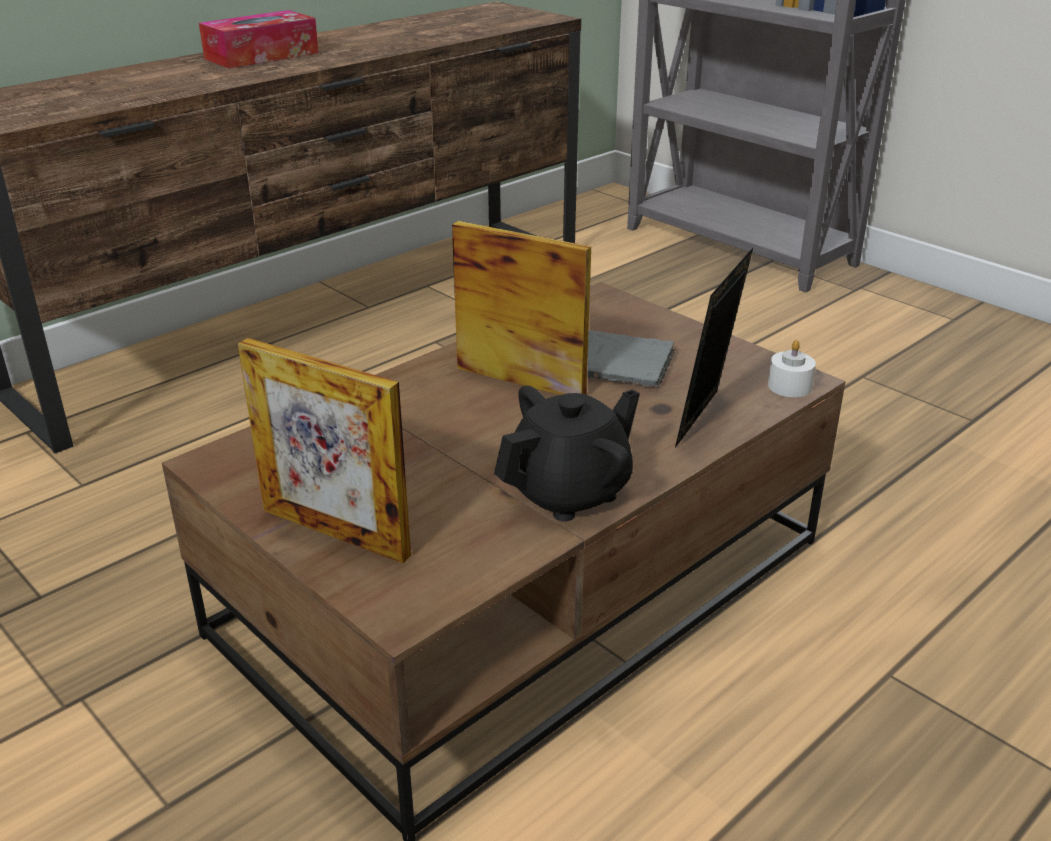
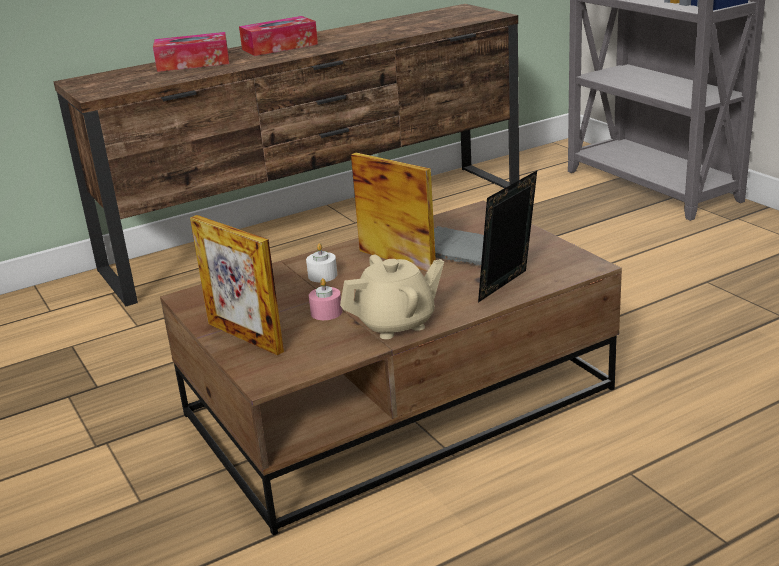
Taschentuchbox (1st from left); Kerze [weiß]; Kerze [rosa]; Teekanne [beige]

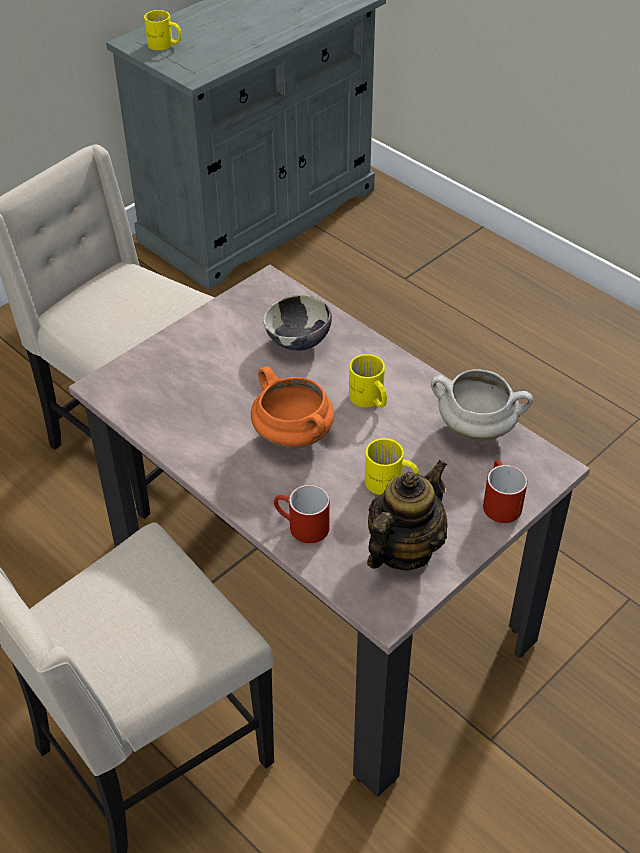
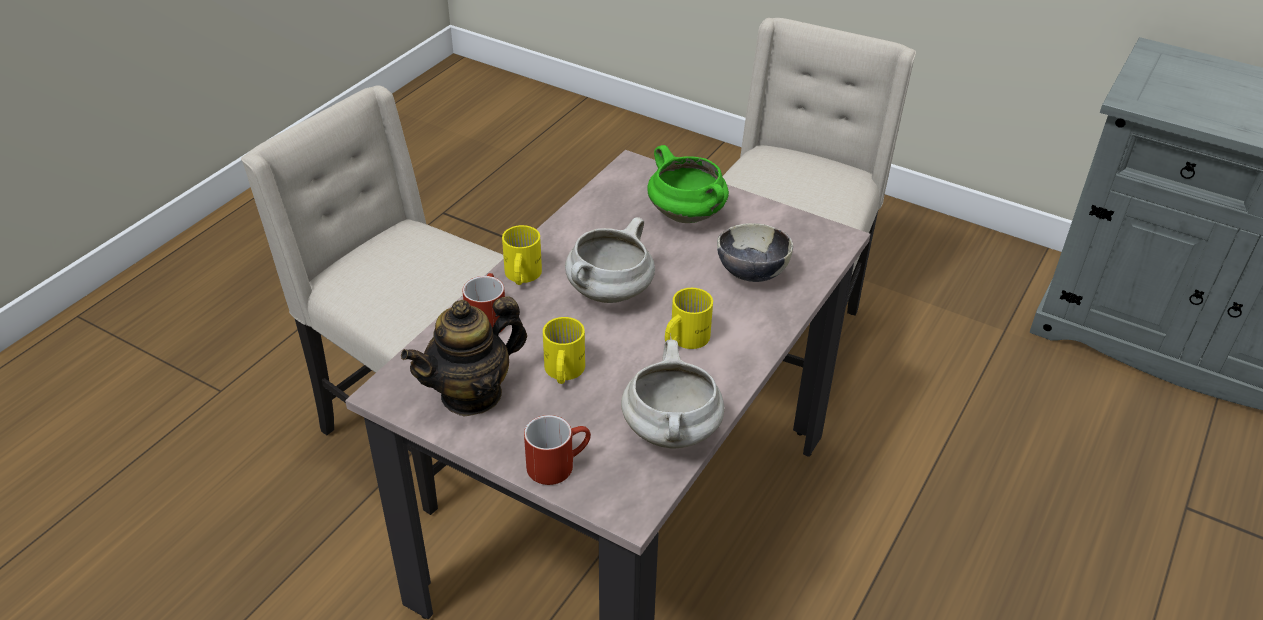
Teekanne; Henkelbecher [gelb] (1st from left); Kochtopf [weiß] (1st from left); Kochtopf [grün]

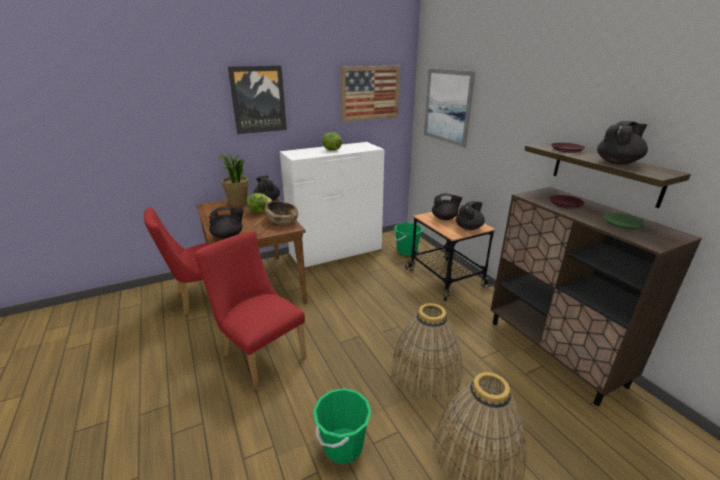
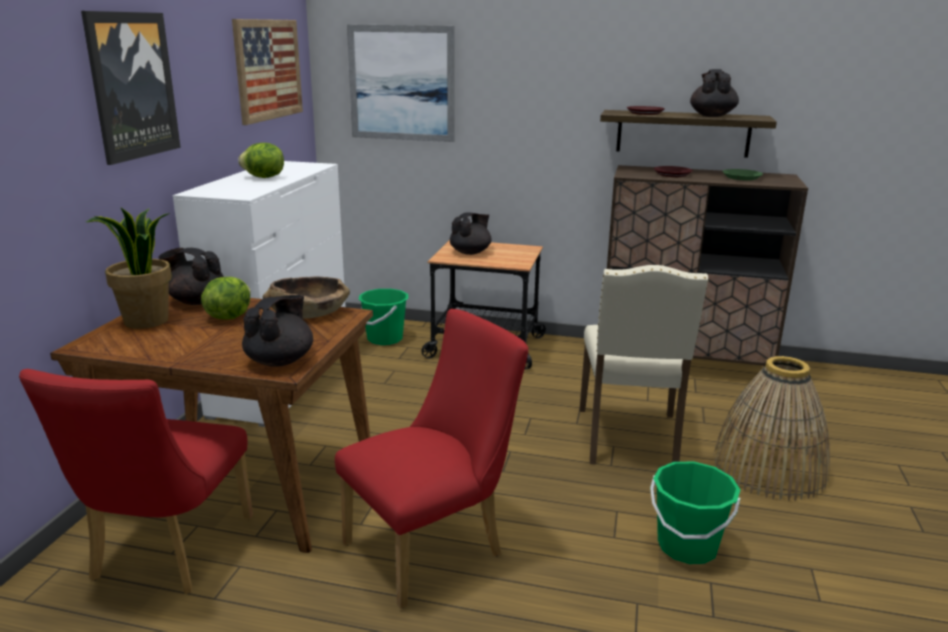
Stuhl [rot] (2nd from left); Stuhl [beige]; Teekanne [schwarz] (4th from left in the first image)

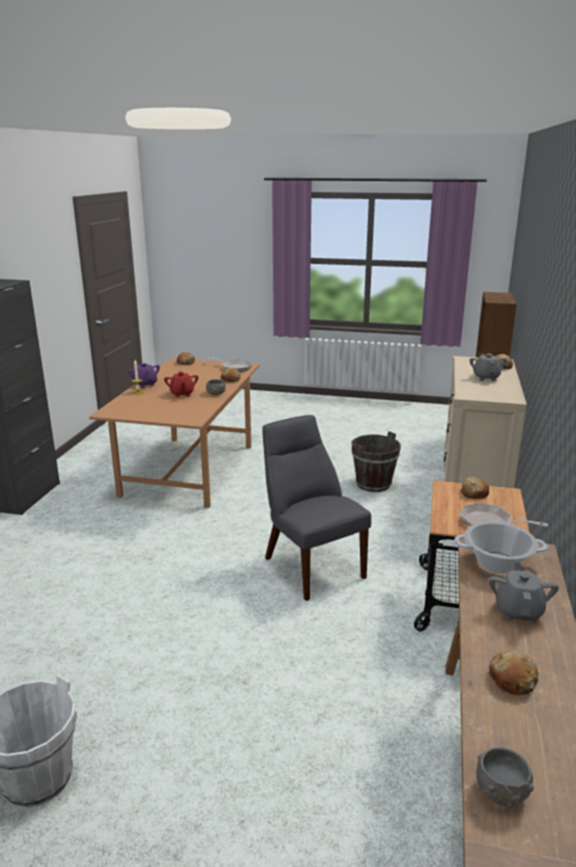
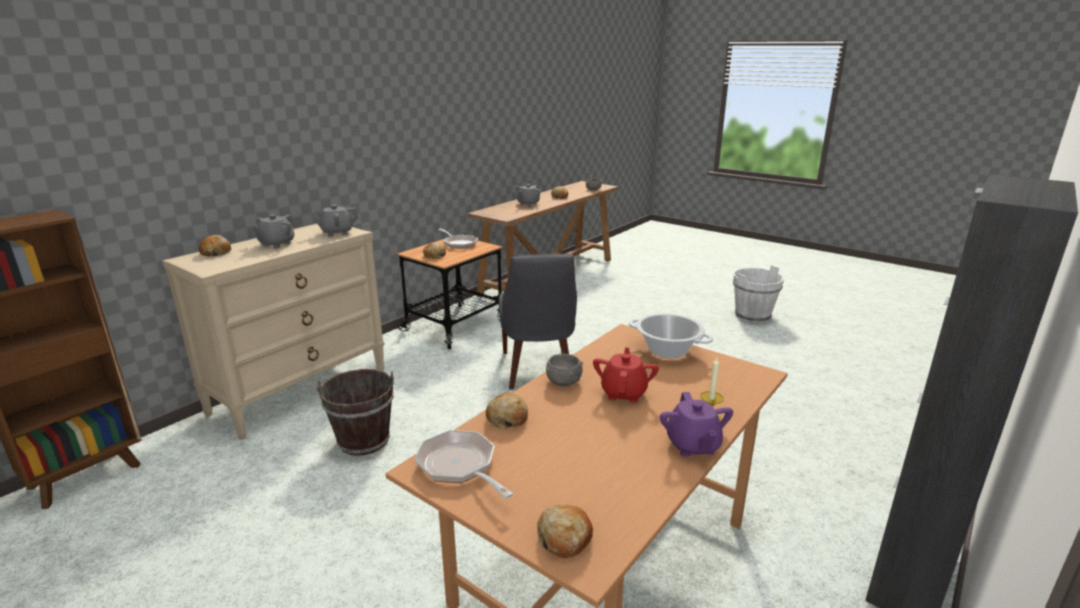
Teekanne [grau] (2nd from left); Kochtopf

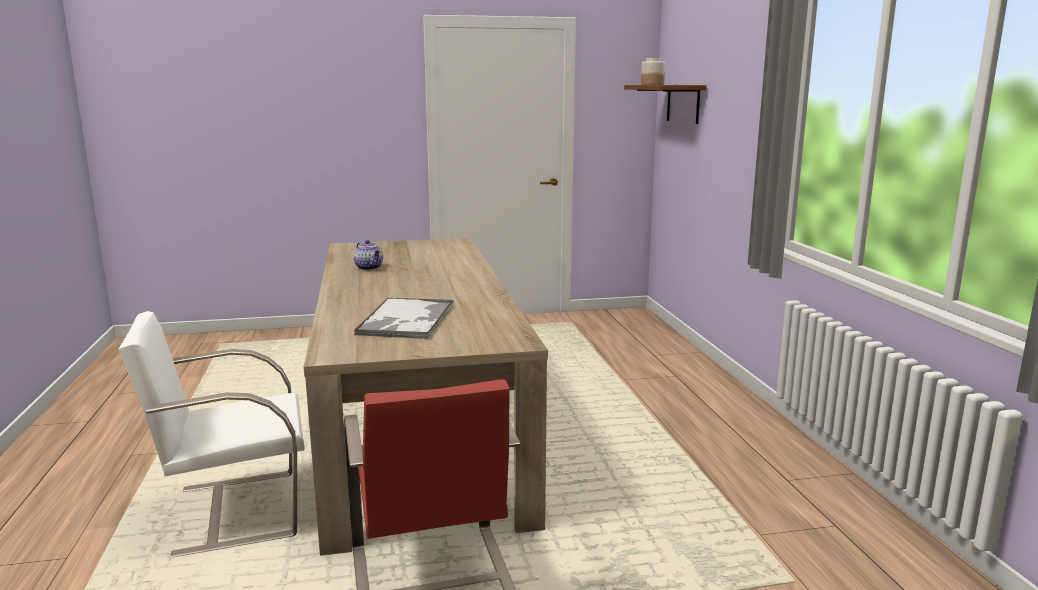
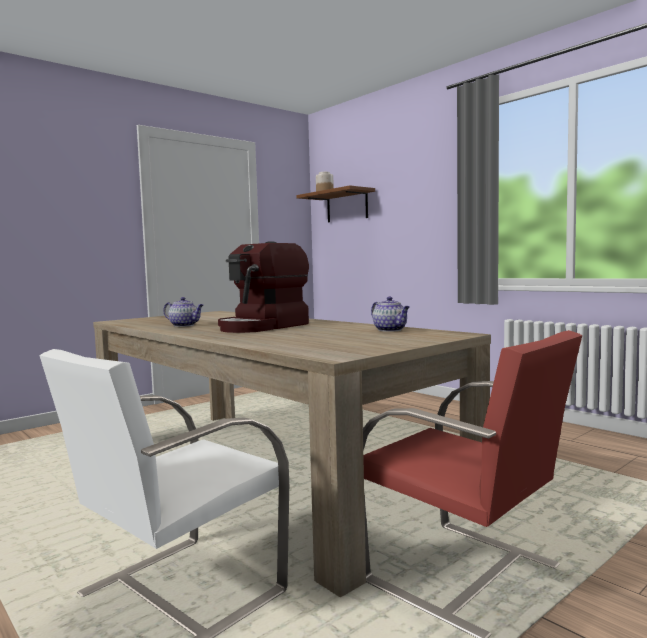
Kaffeemaschine; Teekanne (2nd from left); Tablett

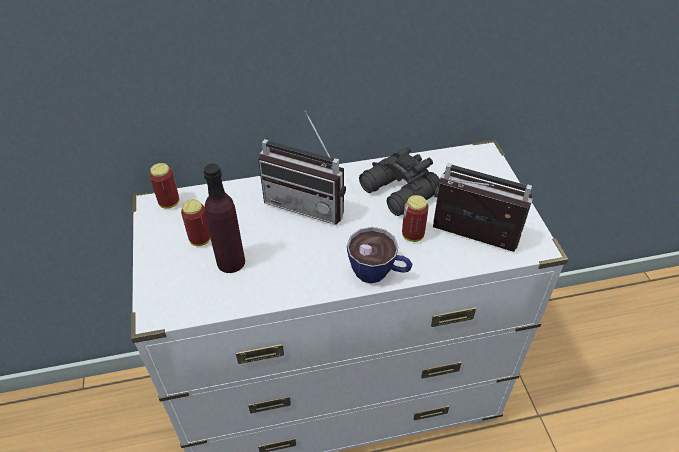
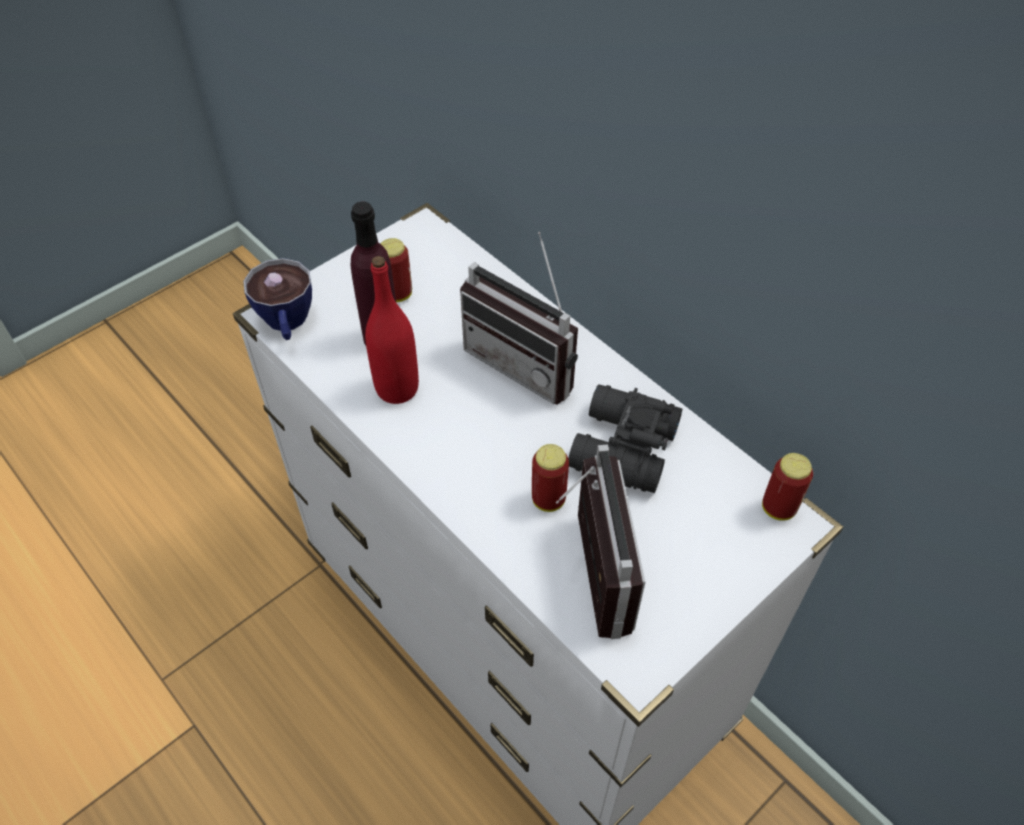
Tasse; Flasche [rot]; Radio (1st from left); Dose (3rd from left)

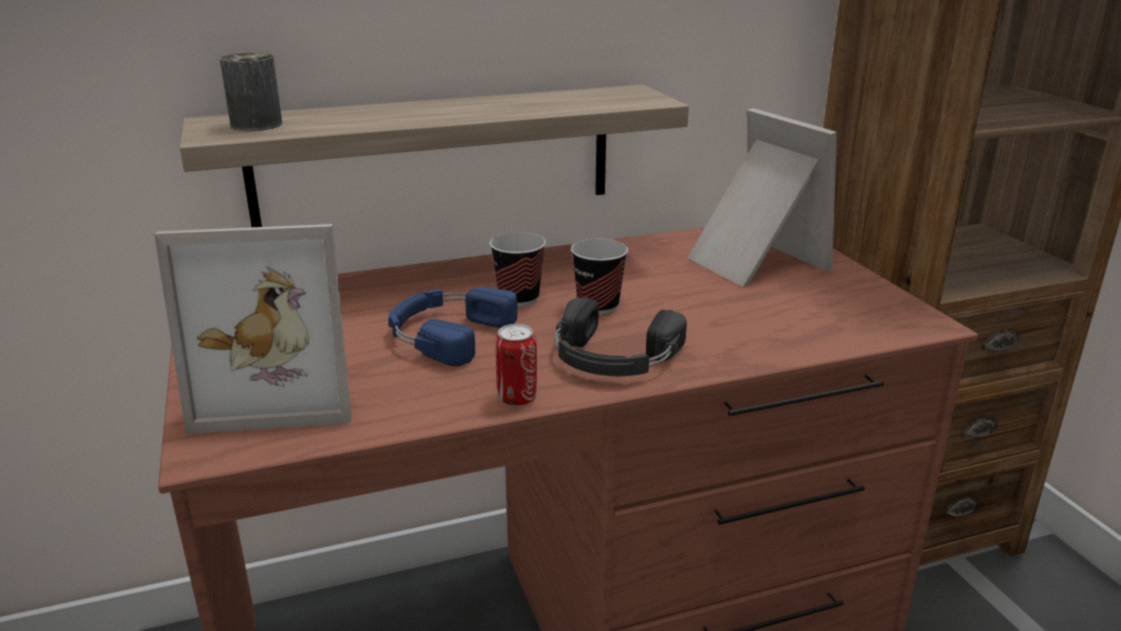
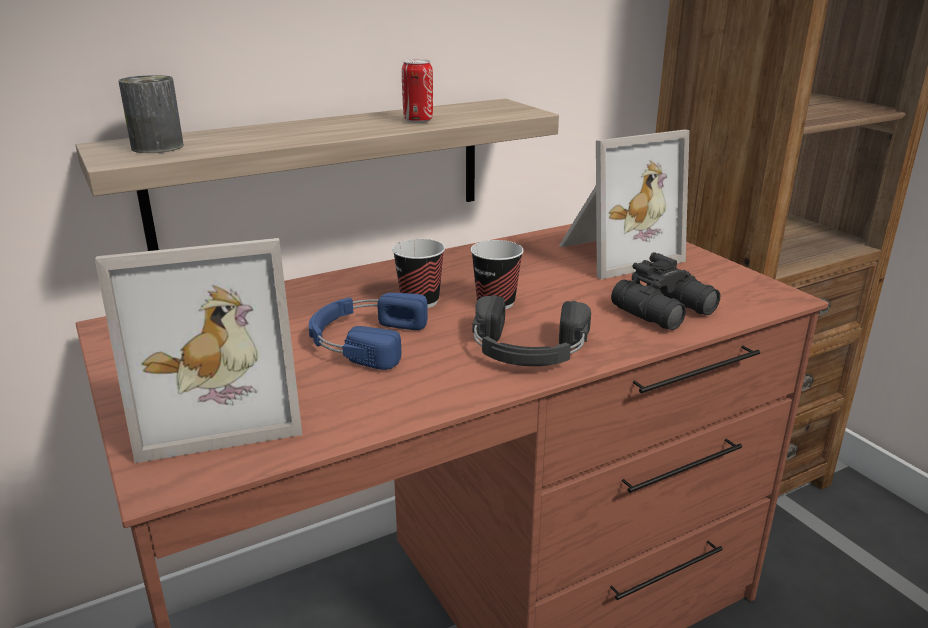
Dose (2nd from left); Bilderrahmen (2nd from left); Fernglas [schwarz]

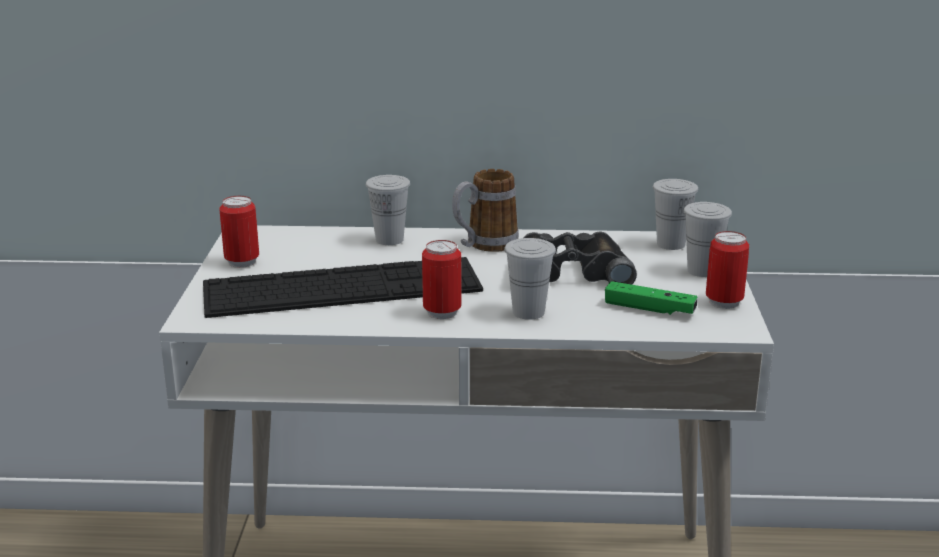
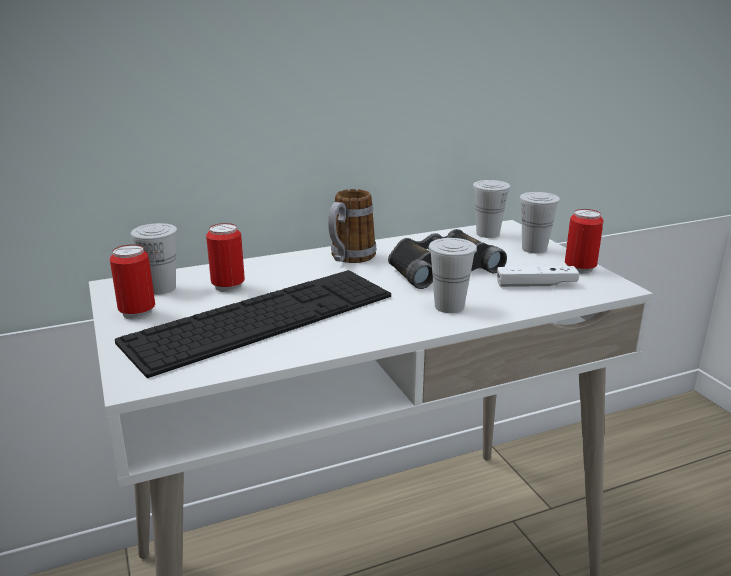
Tasse [weiß] (1st from left); Dose (2nd from left); Gamepad [weiß]

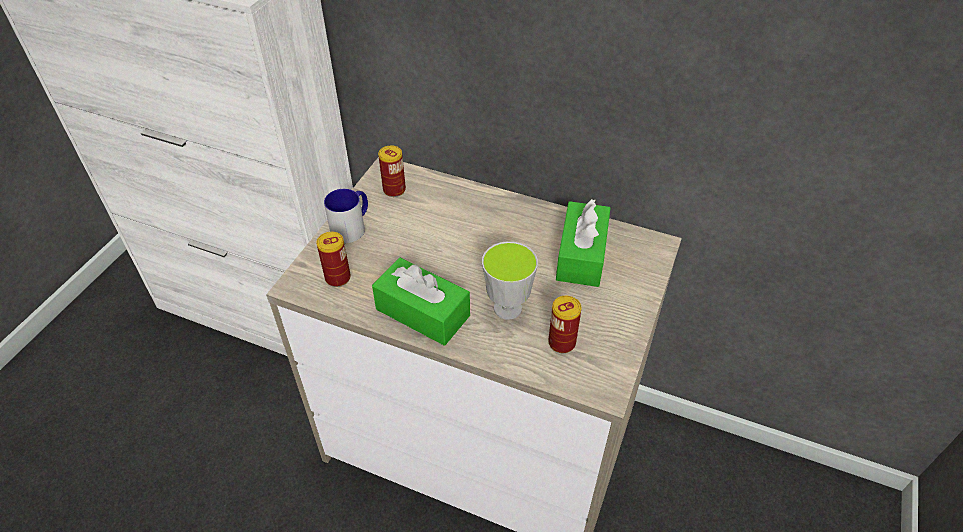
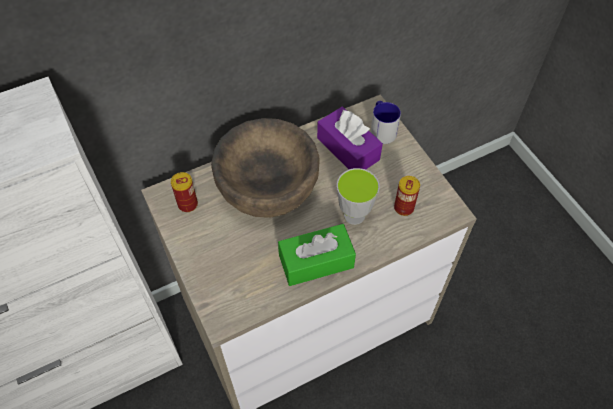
Schüssel [braun]; Taschentuchbox [lila]; Henkelbecher; Dose (1st from left in the first image)

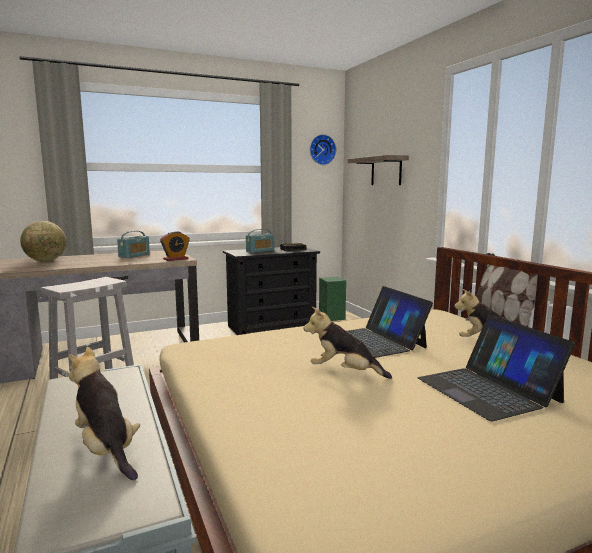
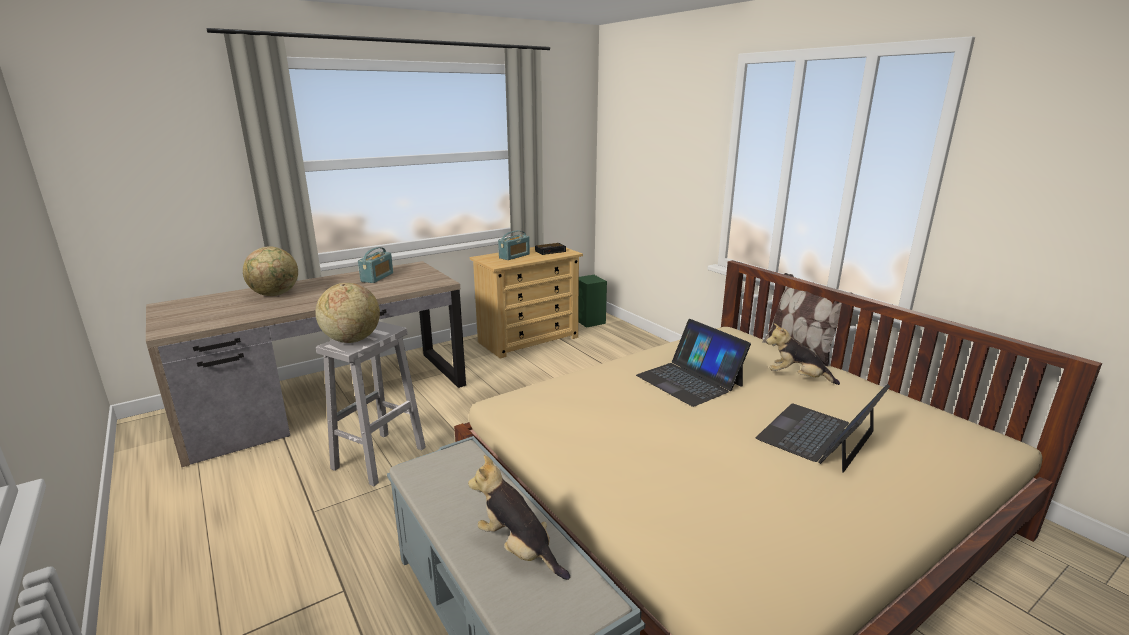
Globus (2nd from left); Kommode [beige]; Laptop (2nd from left); Wecker (1st from left in the first image); Plüschtier (2nd from left in the first image); Wanduhr; Wandregal

